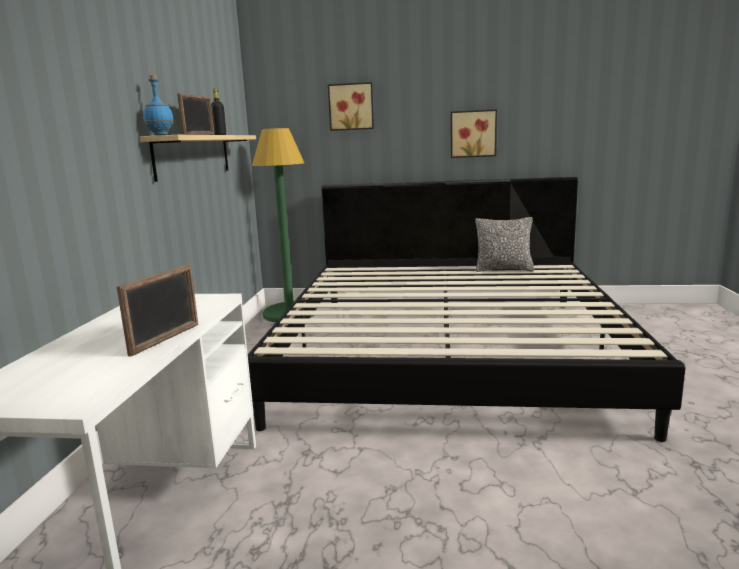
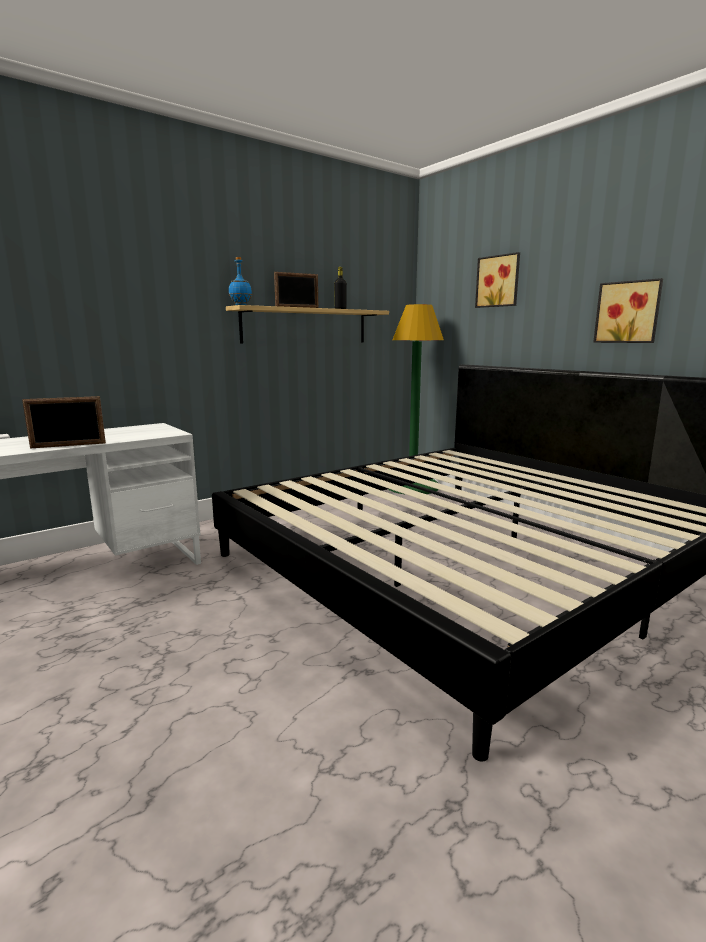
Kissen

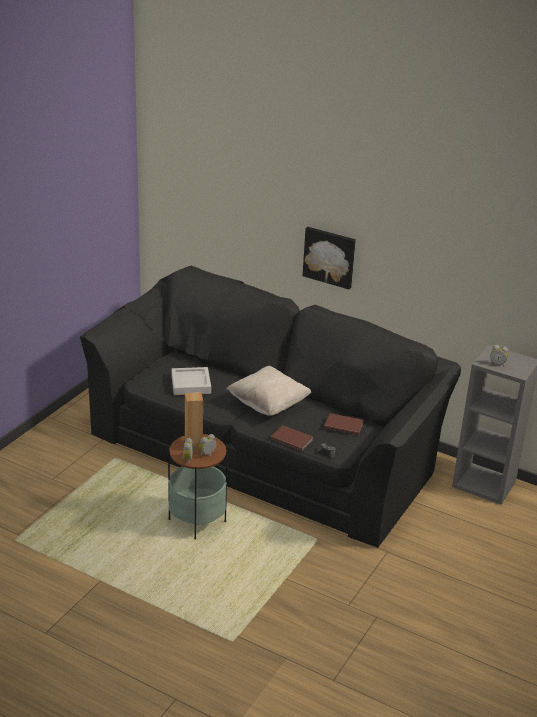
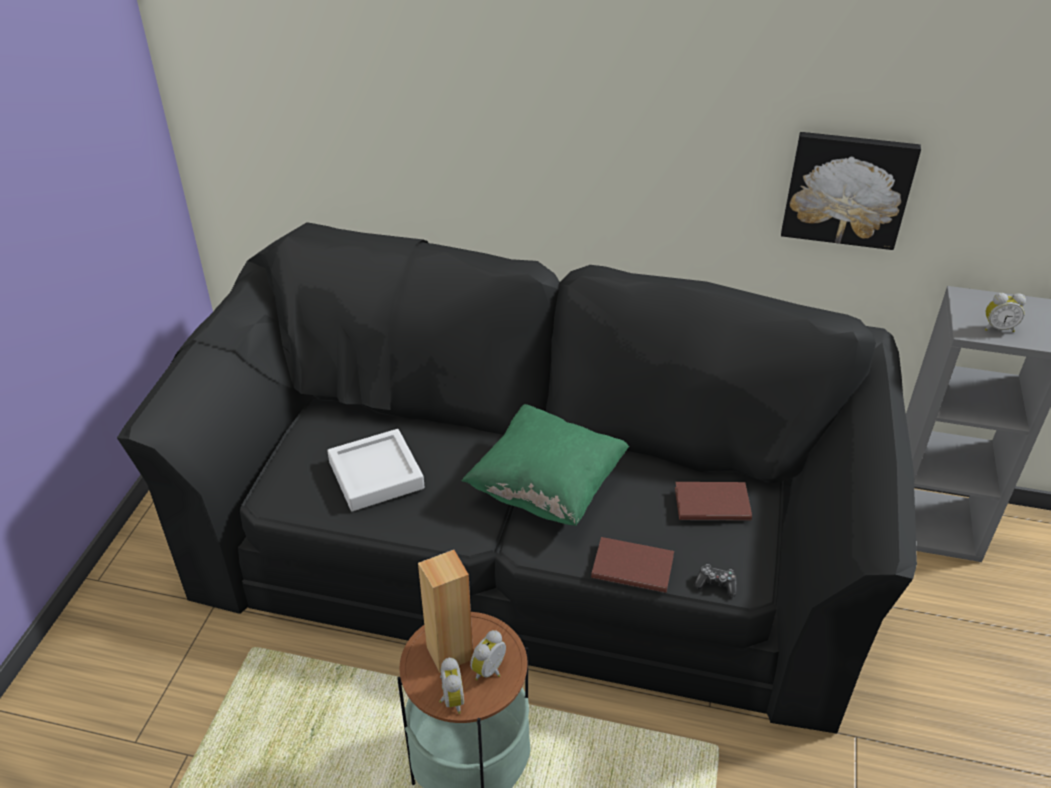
Kissen [grün]; Bild

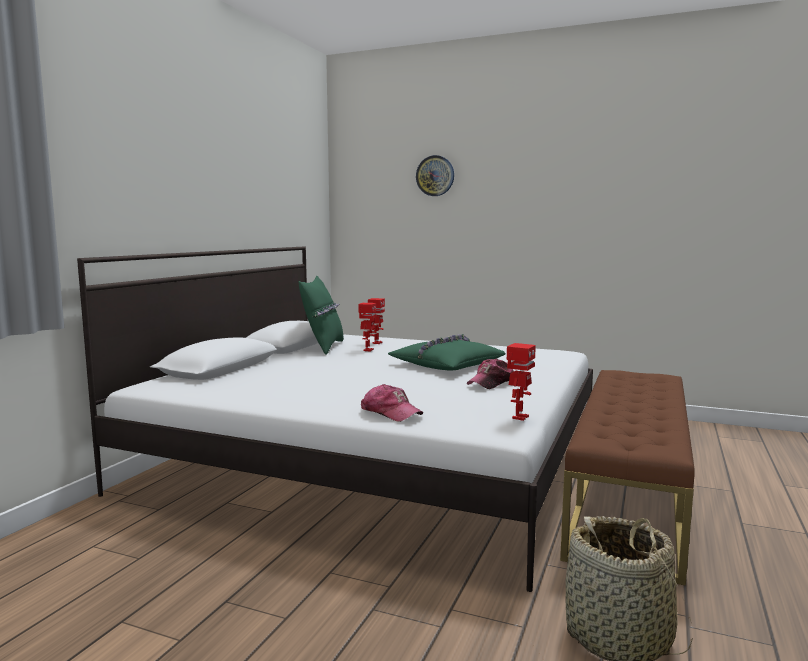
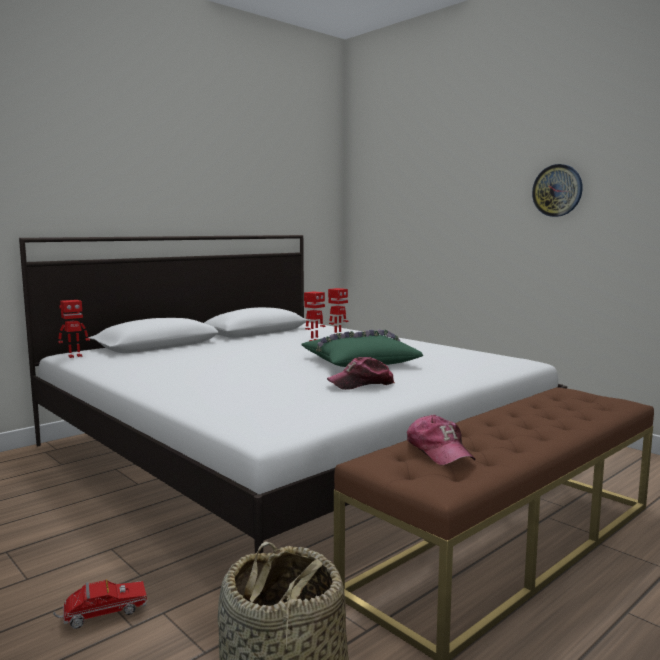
Spielzeuglaster; Spielzeugroboter (1st from left); Kappe (2nd from left); Wanduhr; Kissen [grün] (1st from left in the first image)

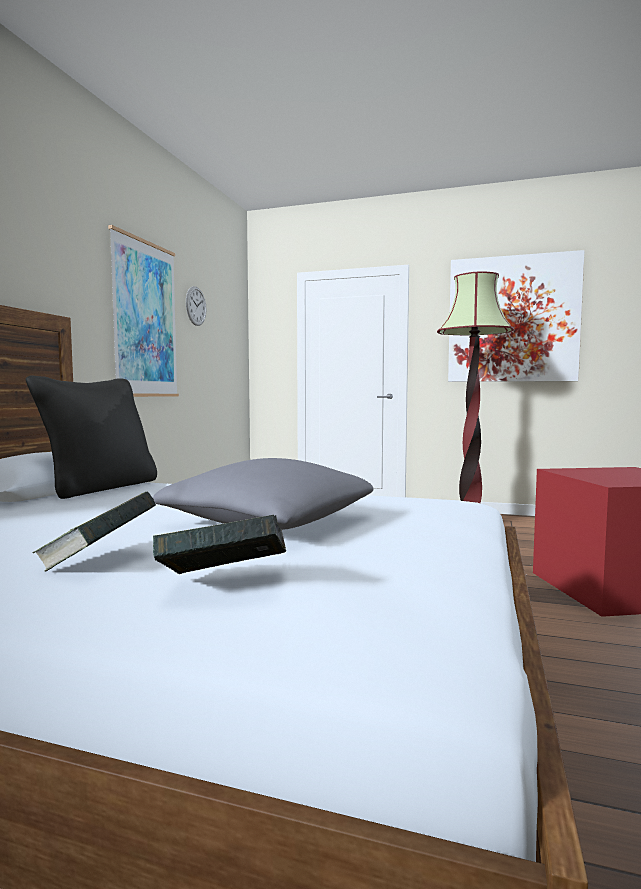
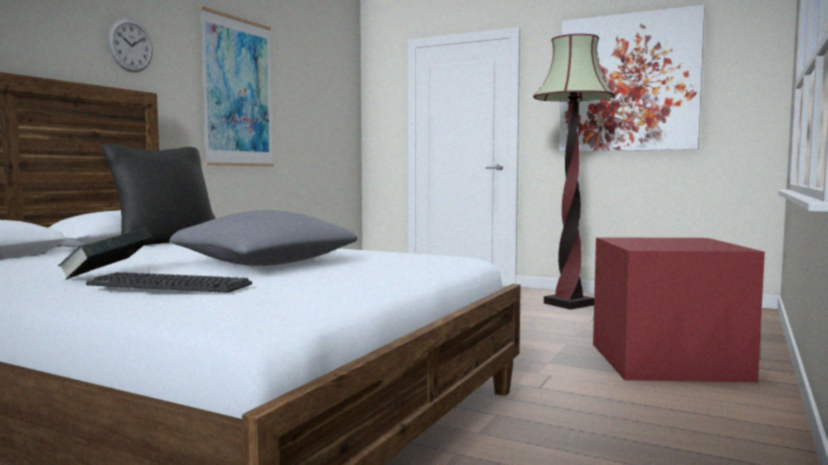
Tastatur; Wanduhr

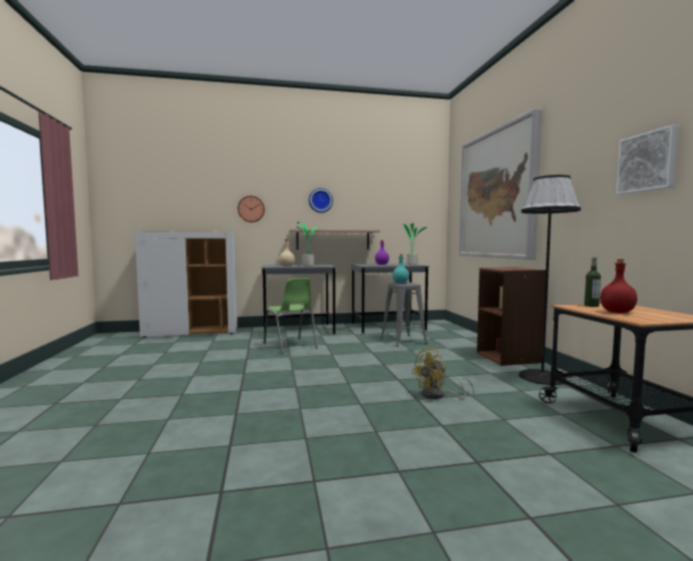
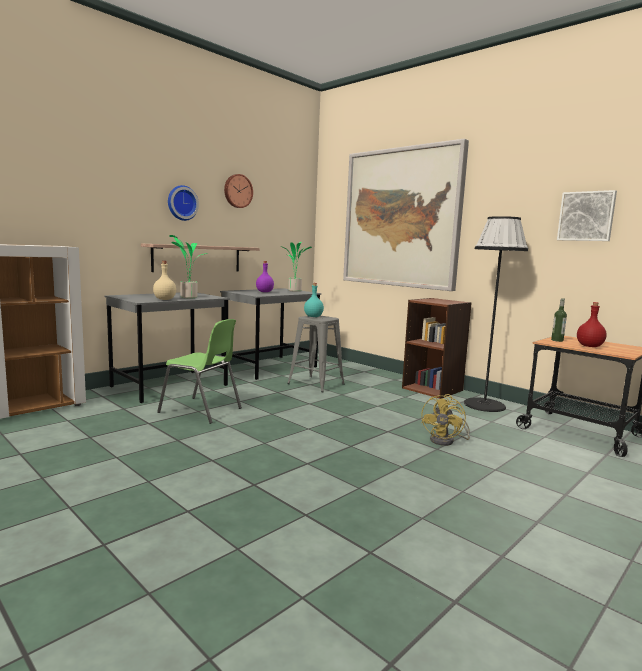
Wanduhr (2nd from left)

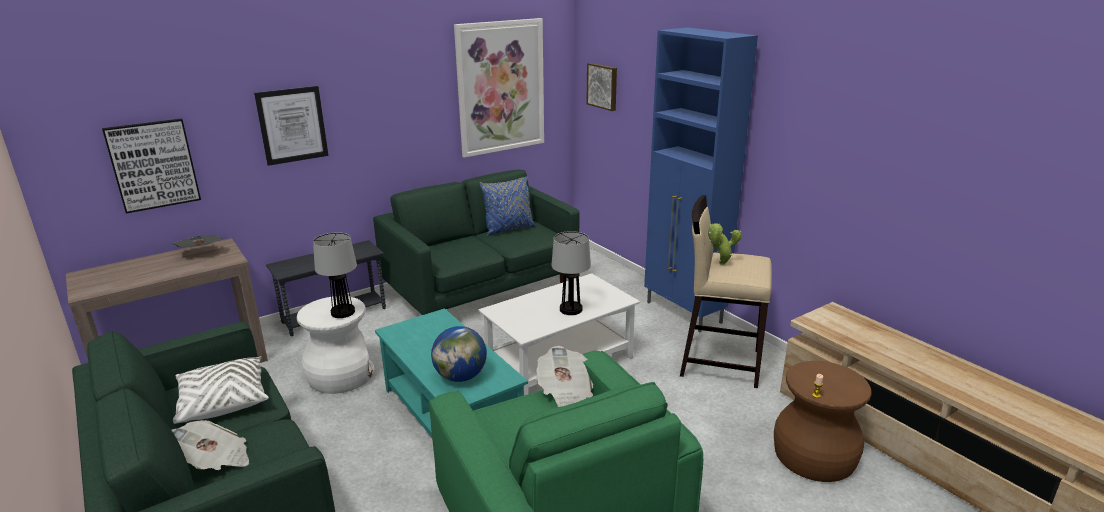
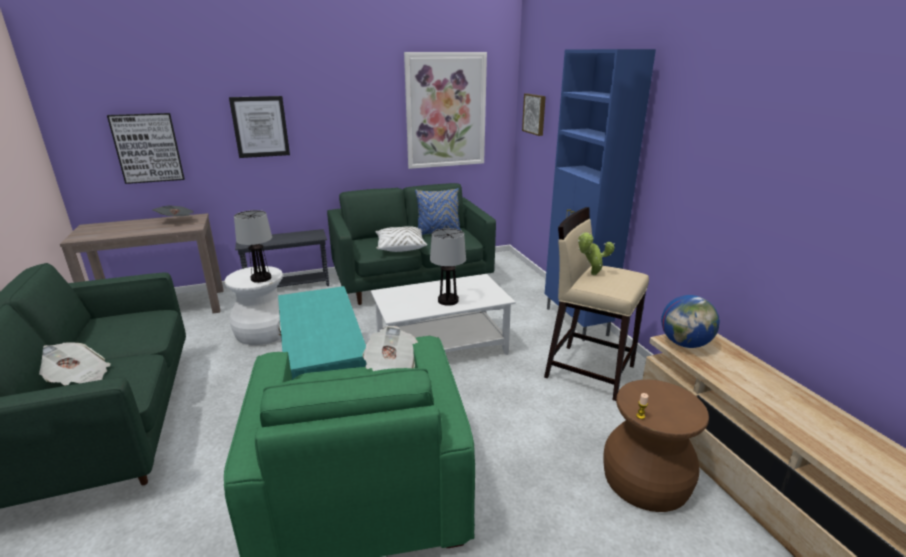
Kissen [weiß]; Globus

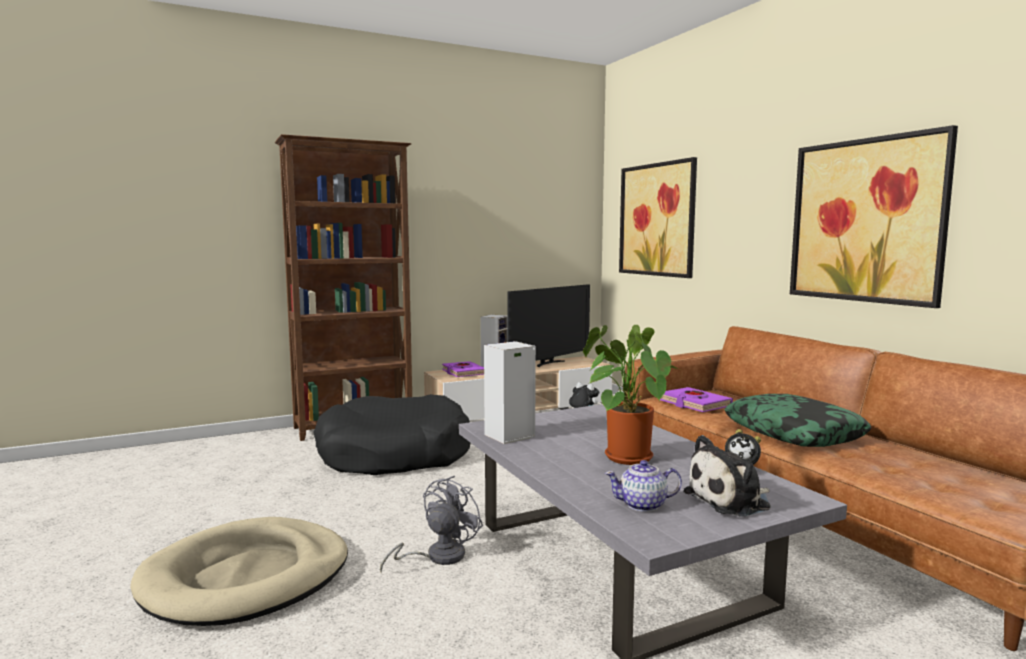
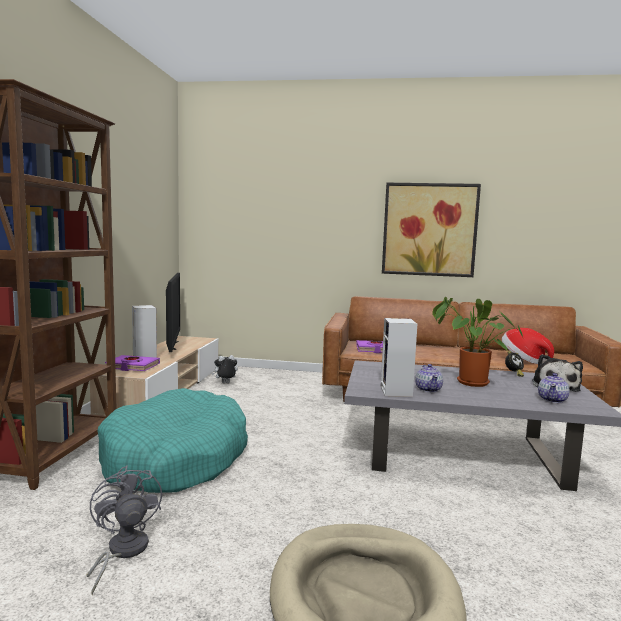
Ventilator [grau]; Hundebett [türkis]; Teekanne (1st from left); Hut; Bild (1st from left in the first image); Kissen

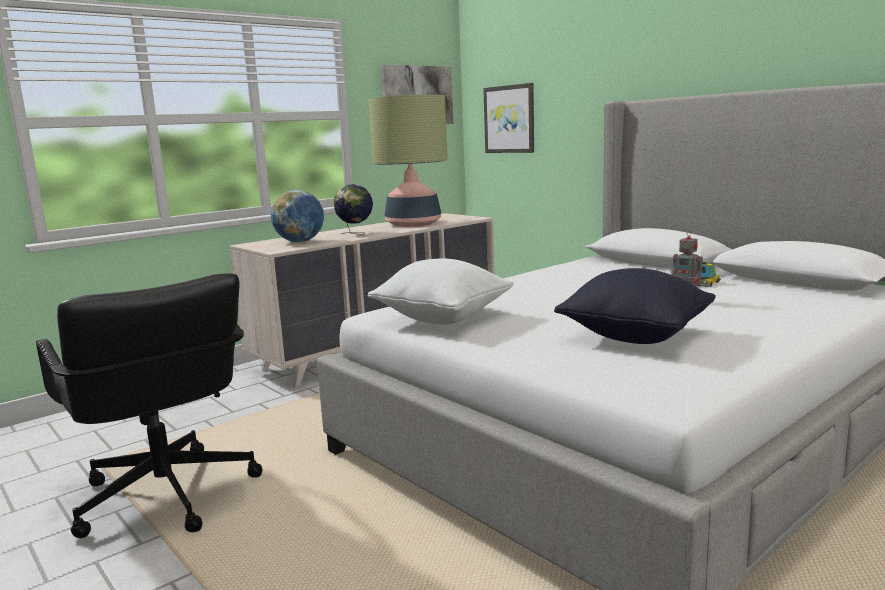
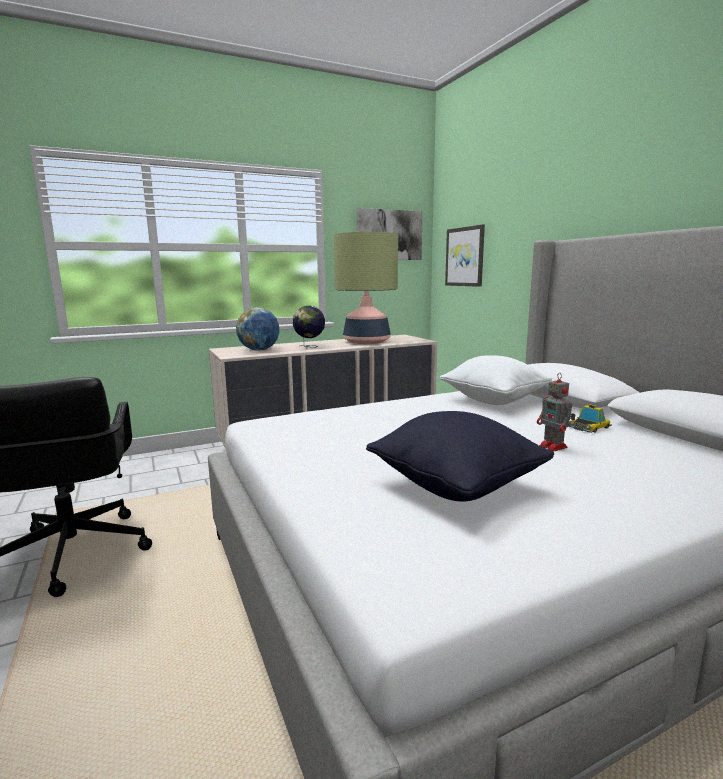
Kissen [weiß]

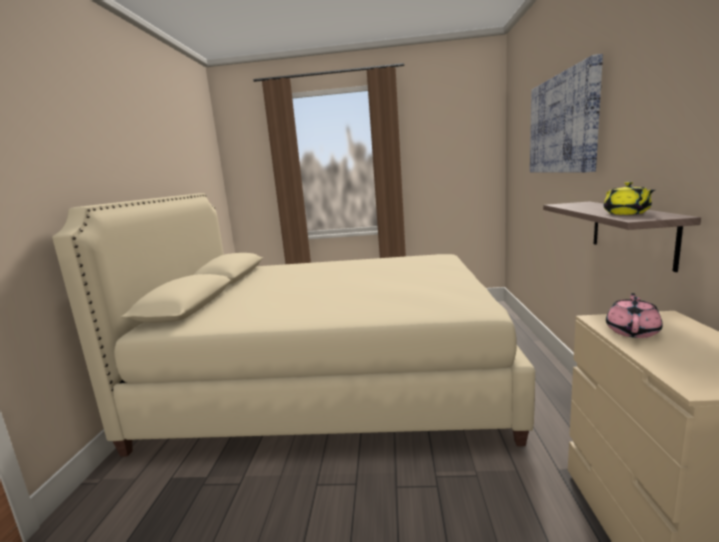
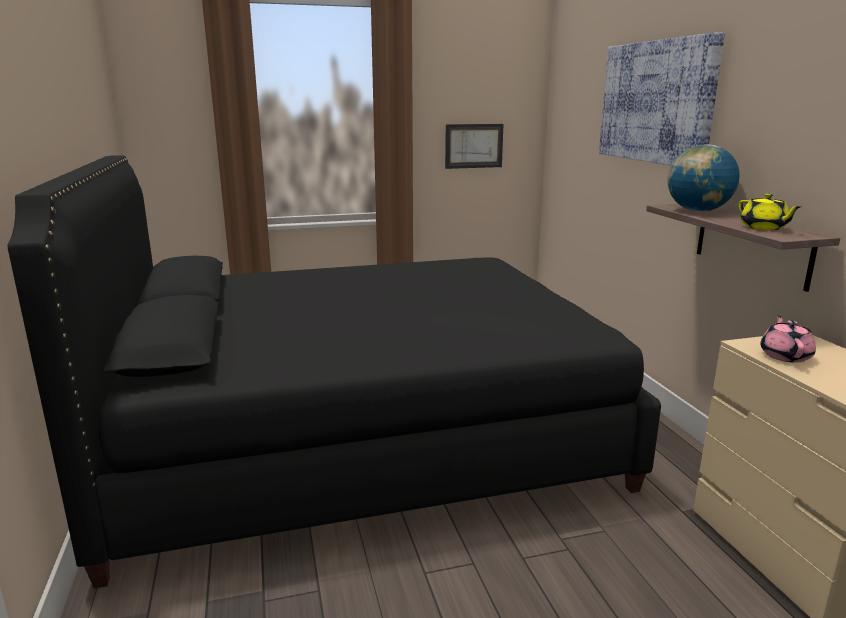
Bett [schwarz]; Bild (1st from left); Globus

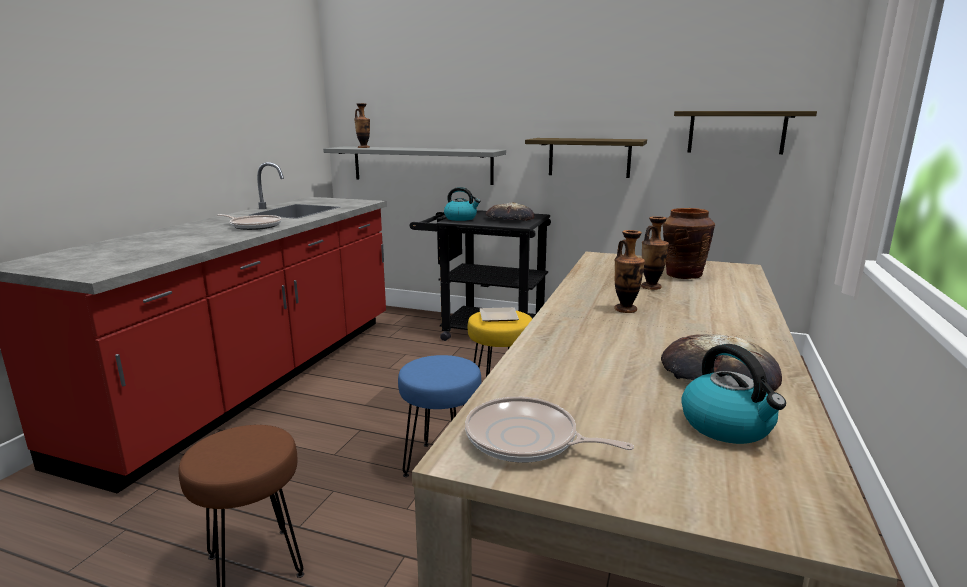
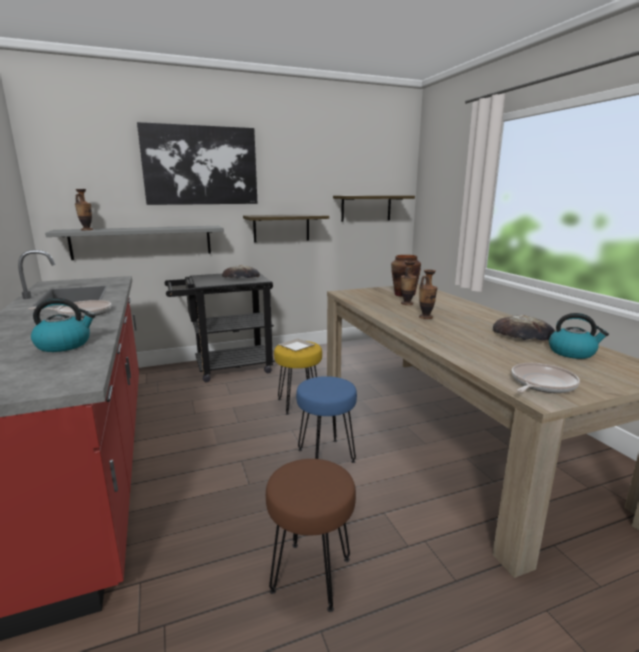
Wasserkessel (1st from left); Bild; Pfanne (2nd from left)

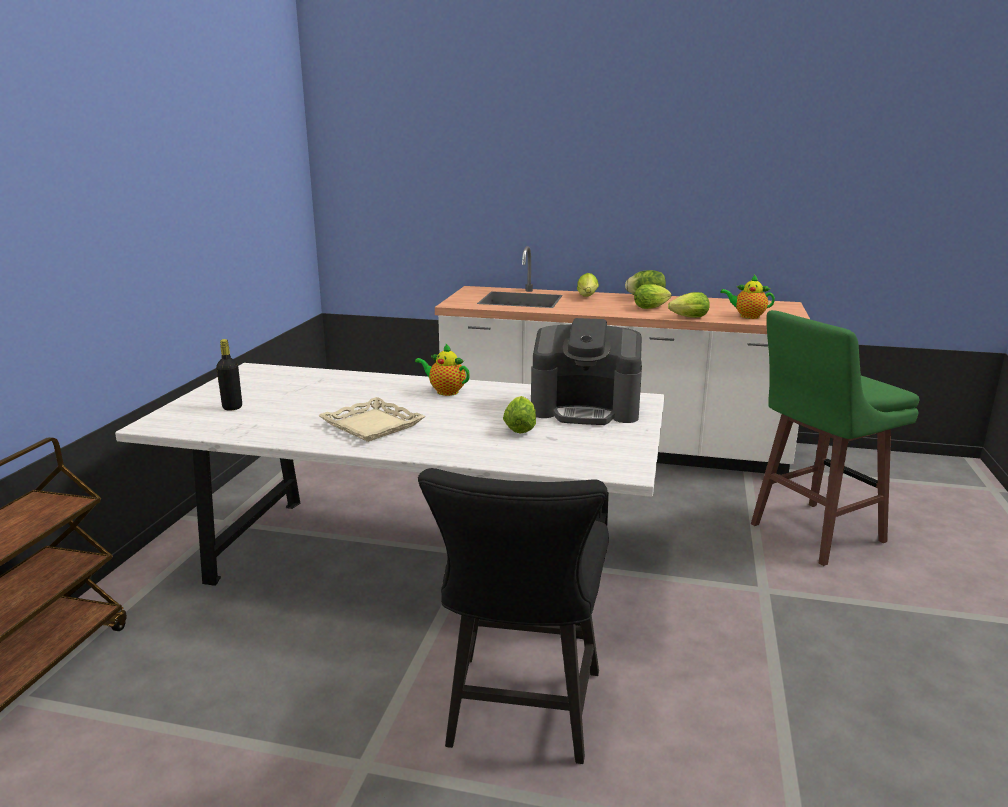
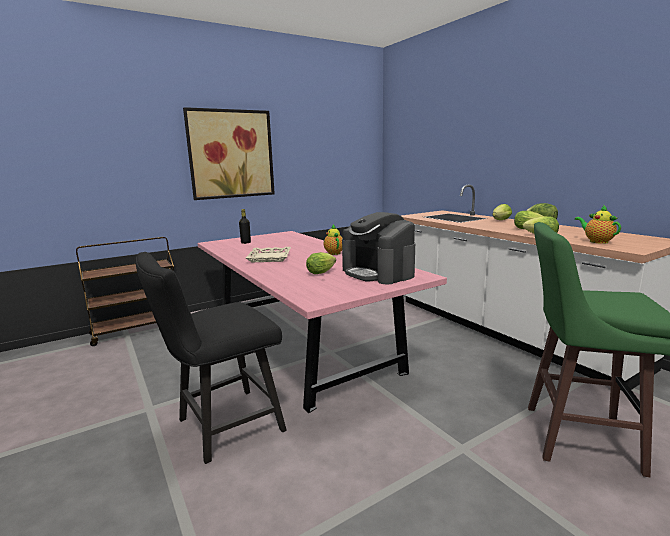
Bild; Esstisch [rosa]

